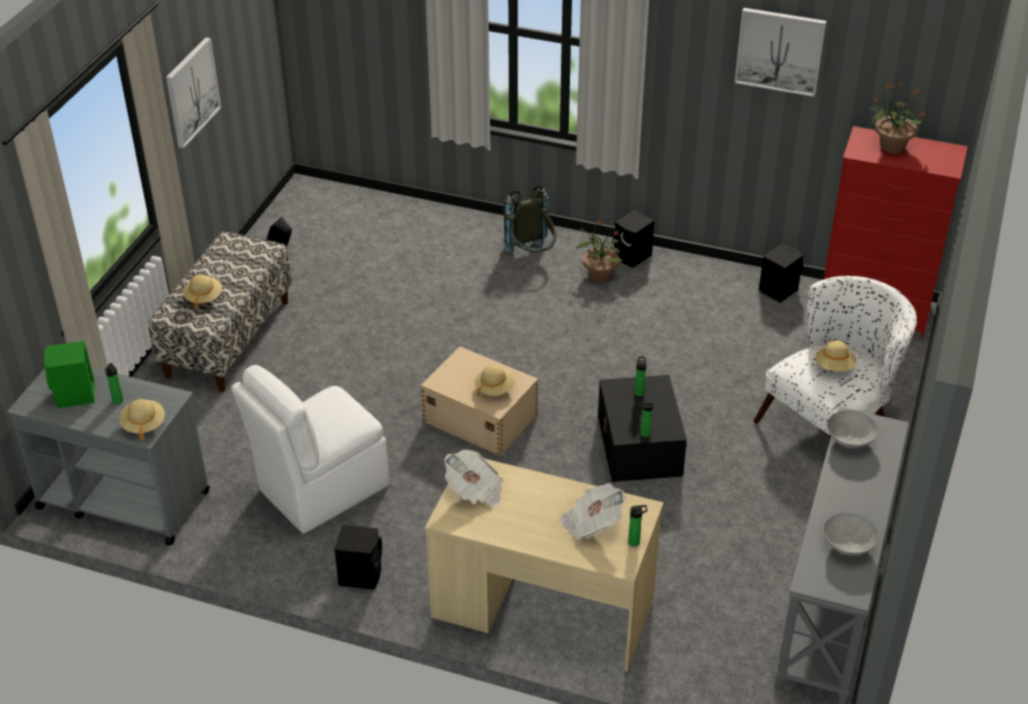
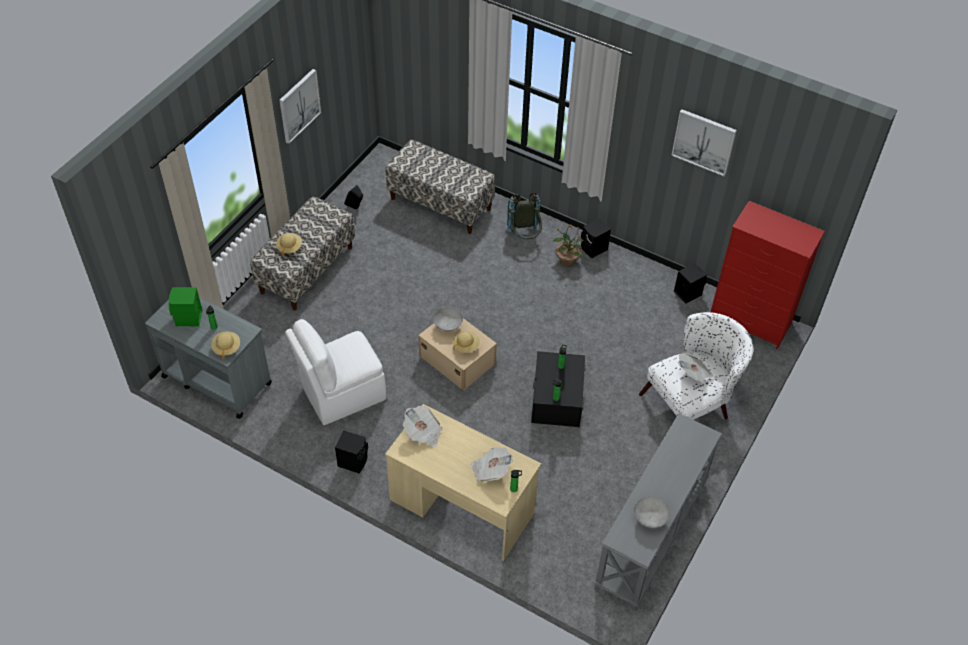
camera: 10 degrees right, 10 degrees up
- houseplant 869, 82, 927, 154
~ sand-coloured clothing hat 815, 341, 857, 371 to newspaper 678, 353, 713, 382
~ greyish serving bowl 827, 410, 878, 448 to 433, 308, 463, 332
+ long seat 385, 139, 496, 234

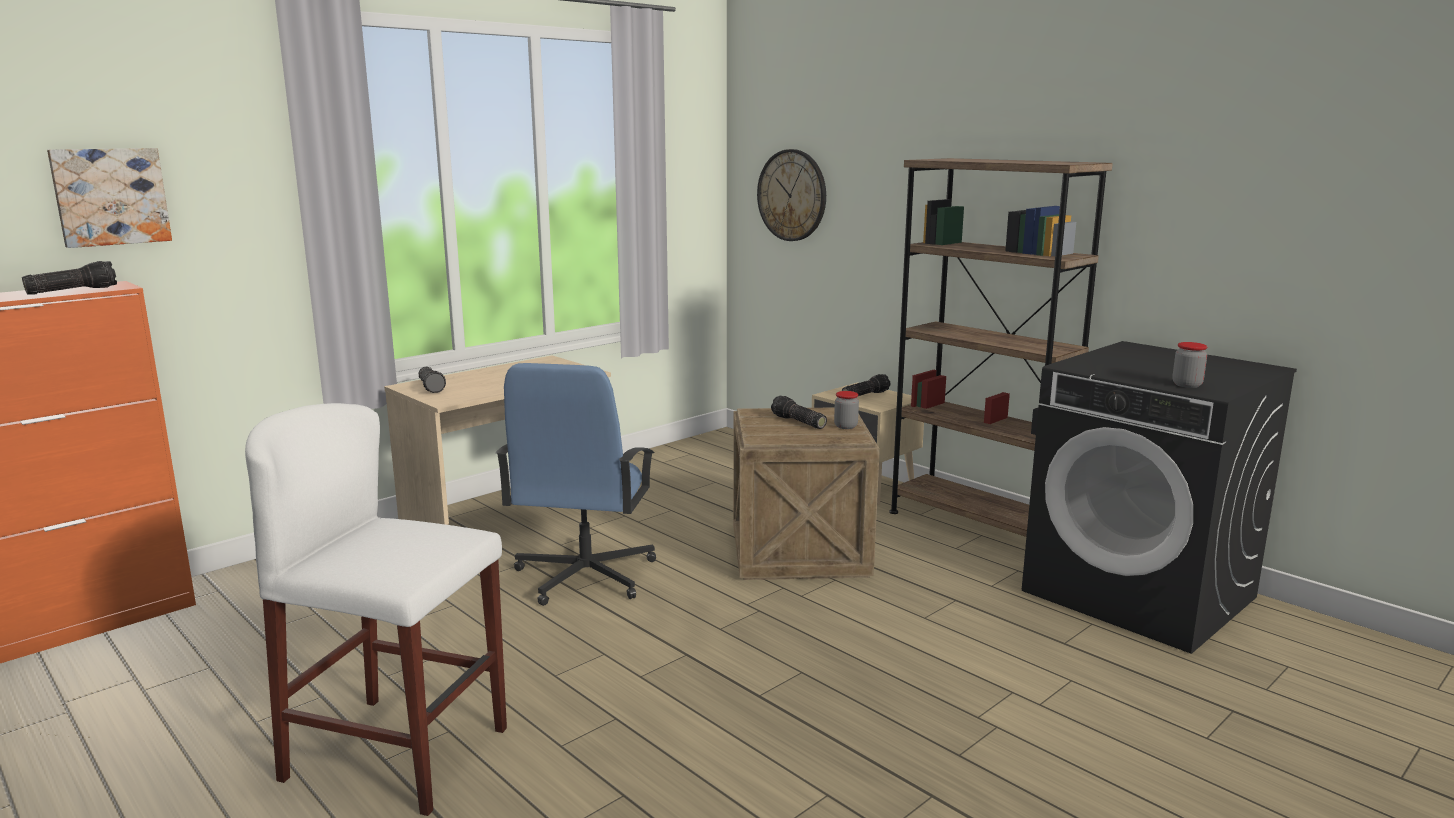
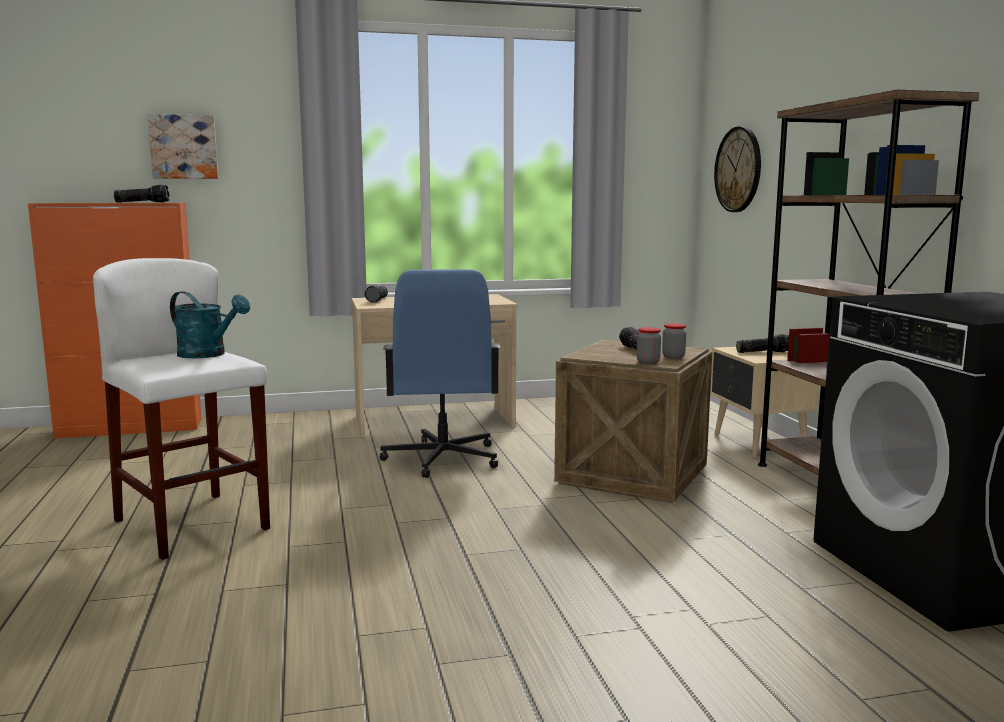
camera: 30 degrees right, 5 degrees down
~ preserve jar 1172, 342, 1207, 388 to 637, 327, 661, 364
~ blue-coloured office chair 495, 363, 656, 606 = 379, 269, 500, 478 45 degrees counterclockwise
+ turquoise watering can 170, 291, 250, 358

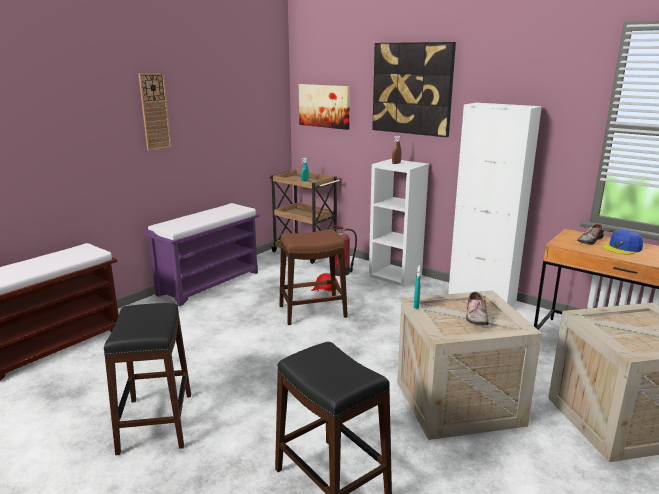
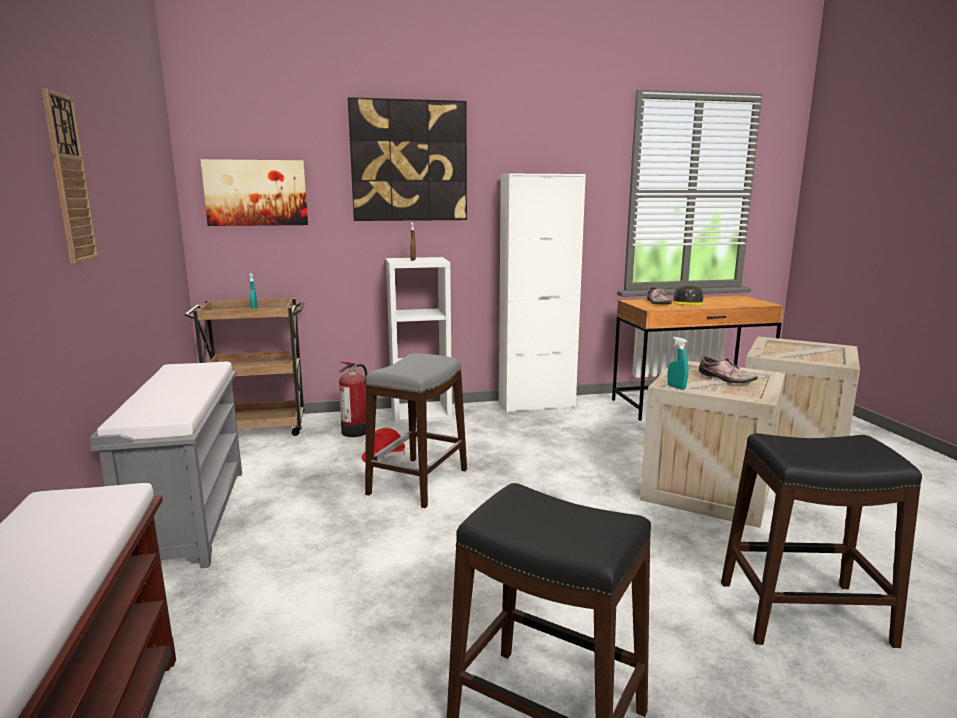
camera: 50 degrees left, 5 degrees down
~ purplish long seat 144, 203, 259, 306 to greyish long seat 89, 362, 242, 568
~ brown-coloured sitting stool 279, 229, 348, 325 to greyish sitting stool 365, 353, 467, 508
~ blue-coloured cap 603, 230, 643, 255 to greyish cap 673, 285, 704, 305

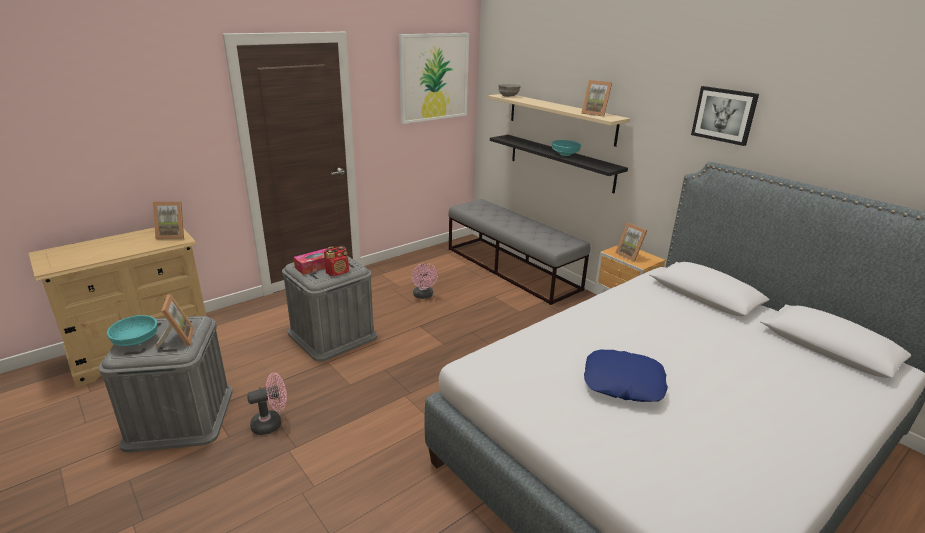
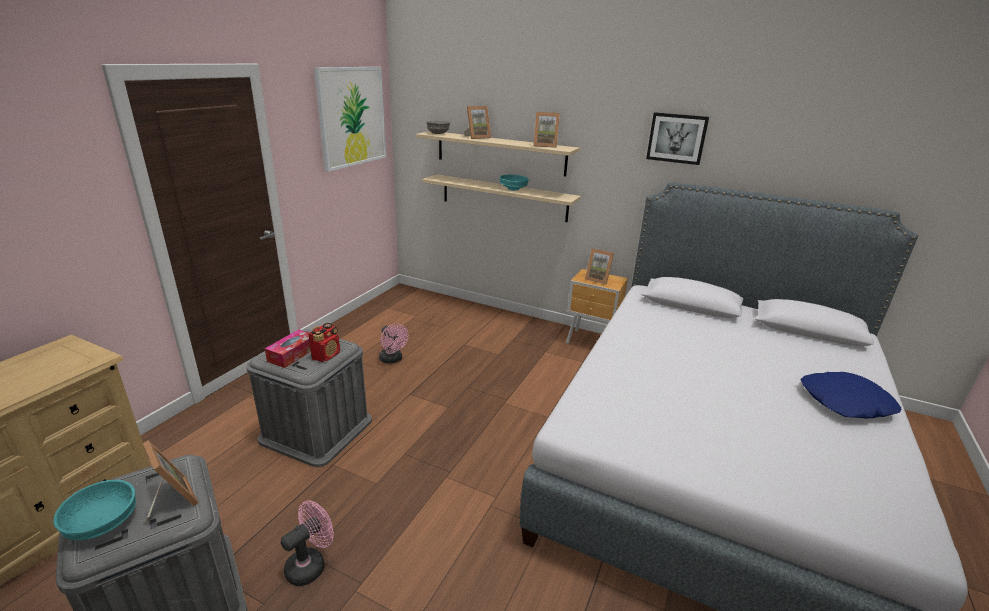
camera: 25 degrees left, 0 degrees up
~ black-coloured bracket shelf 490, 135, 628, 194 to sand-coloured bracket shelf 422, 174, 581, 222
- greyish long seat 448, 199, 590, 305
~ picture frame 153, 202, 184, 239 to 464, 106, 491, 139
~ blue-coloured cushion 584, 350, 668, 402 to 801, 372, 901, 419

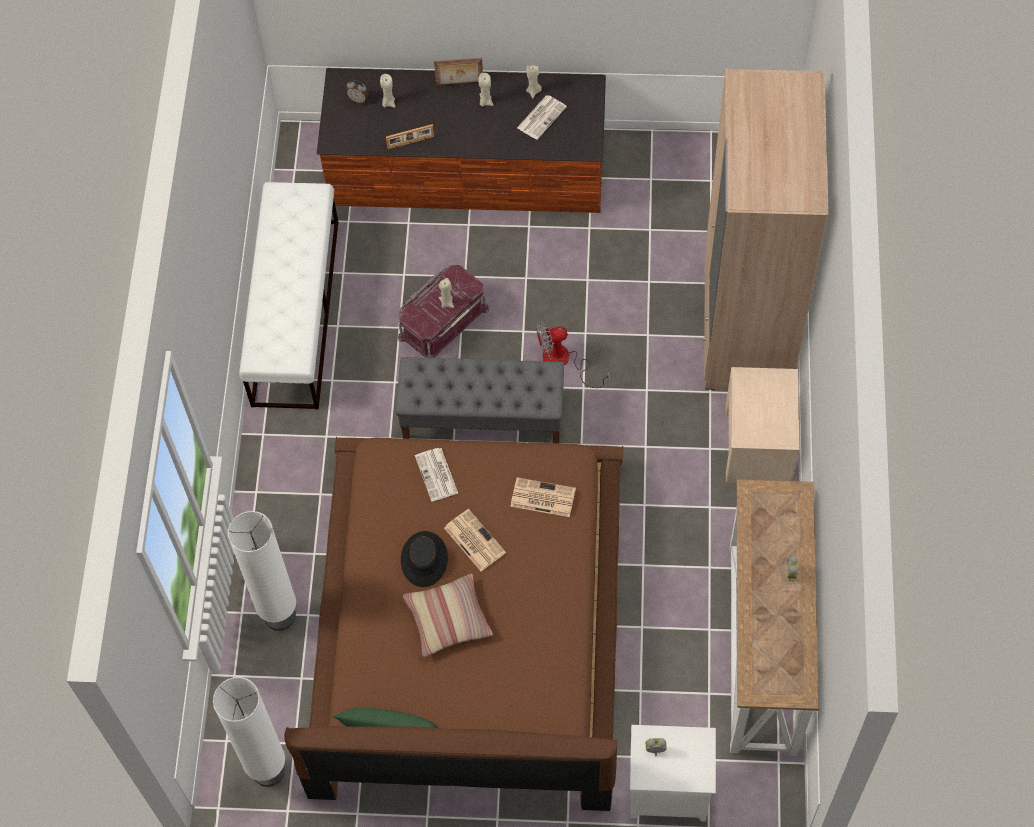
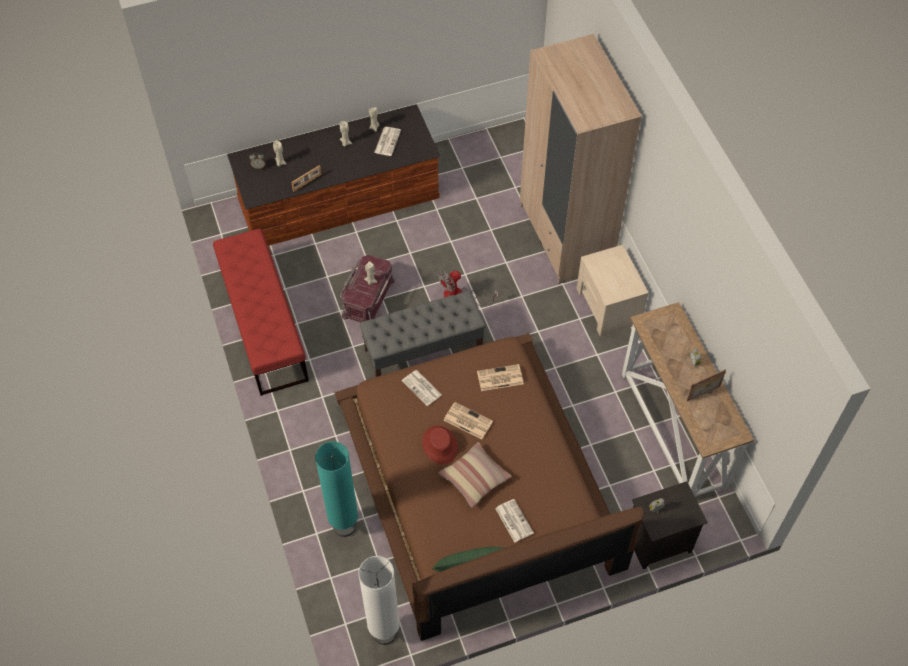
camera: 25 degrees left, 5 degrees down
~ picture frame 434, 58, 483, 86 to 687, 369, 726, 401
~ whitish long seat 239, 182, 338, 409 to red long seat 213, 228, 309, 396
~ whitish standard lamp 228, 511, 296, 631 to turquoise standard lamp 315, 441, 358, 537
~ black-coloured clothing hat 401, 531, 448, 587 to red clothing hat 422, 426, 458, 464
~ whitish bedside table 630, 725, 716, 821 to black-coloured bedside table 632, 481, 708, 569
+ newspaper 495, 499, 534, 543

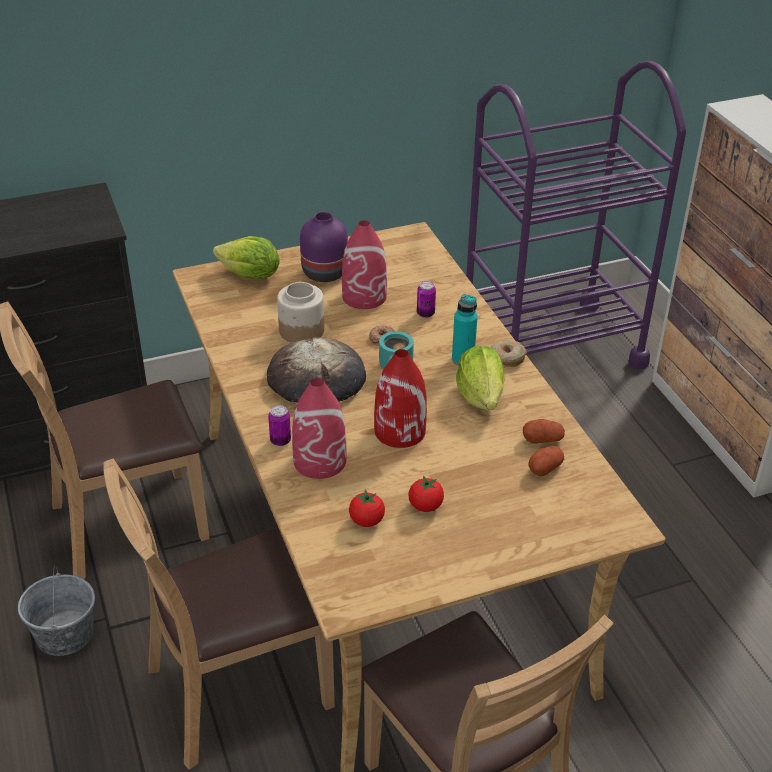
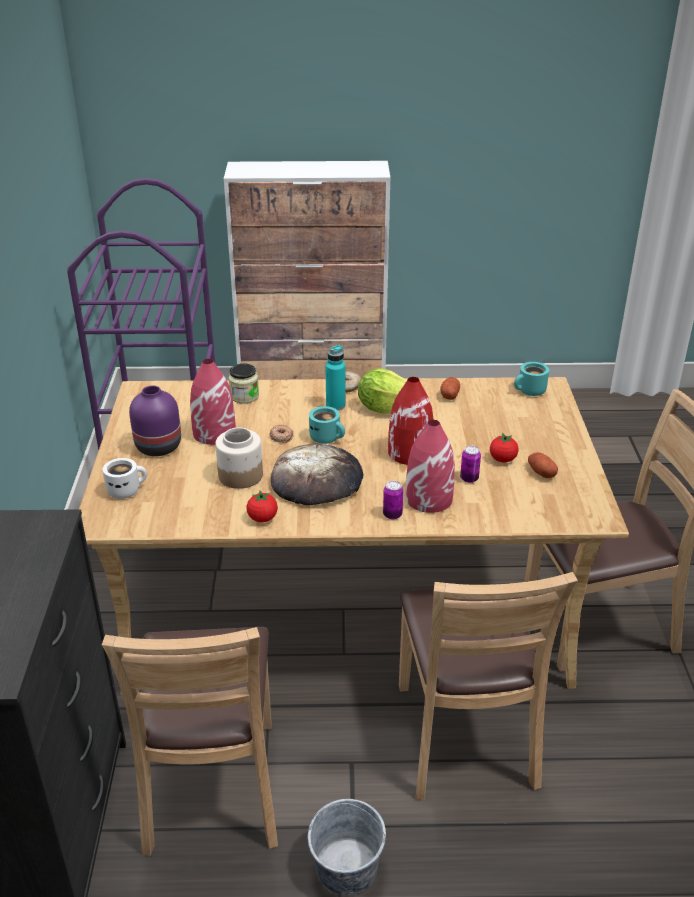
camera: 70 degrees left, 5 degrees down
~ lettuce head 213, 236, 280, 279 to whitish coffee mug 103, 458, 147, 499
~ can 417, 281, 436, 318 to 460, 446, 481, 483
~ potato 528, 446, 564, 476 to 528, 452, 558, 478
~ tomato 349, 490, 385, 527 to 246, 491, 278, 522
+ turquoise coffee mug 514, 362, 549, 396
+ preserve jar 228, 363, 259, 404

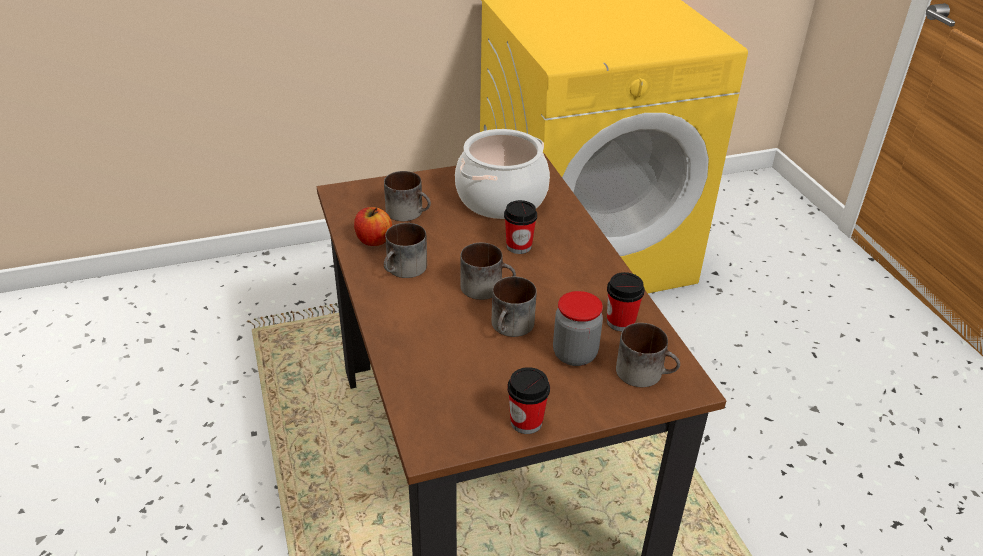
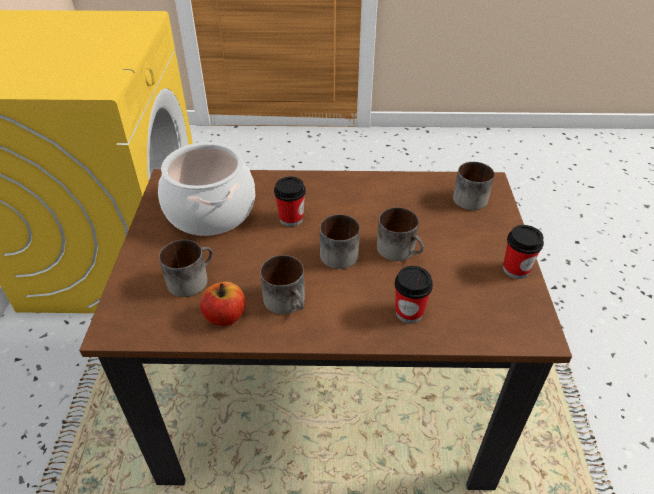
camera: 70 degrees left, 5 degrees up
~ cup 607, 272, 645, 331 to 395, 266, 433, 323
- preserve jar 553, 291, 603, 366

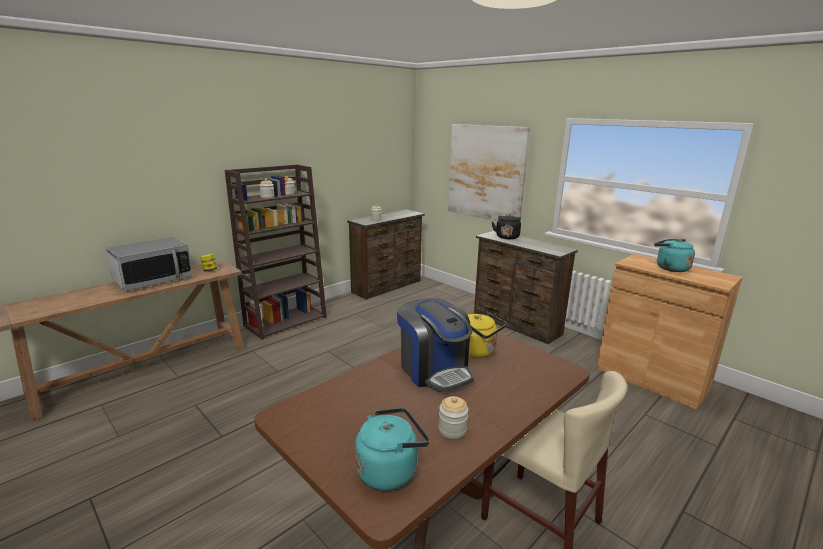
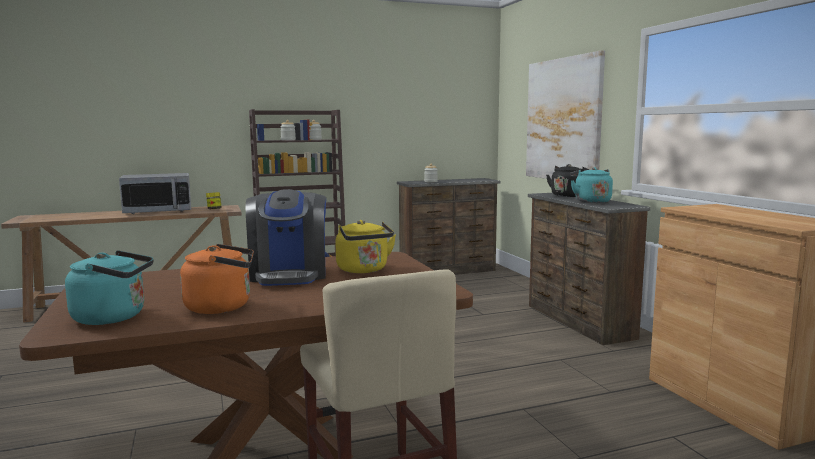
camera: 25 degrees right, 10 degrees down
~ turquoise water kettle 654, 239, 695, 272 to 570, 167, 613, 203
~ preserve jar 439, 396, 468, 439 to orange-coloured water kettle 180, 244, 254, 314

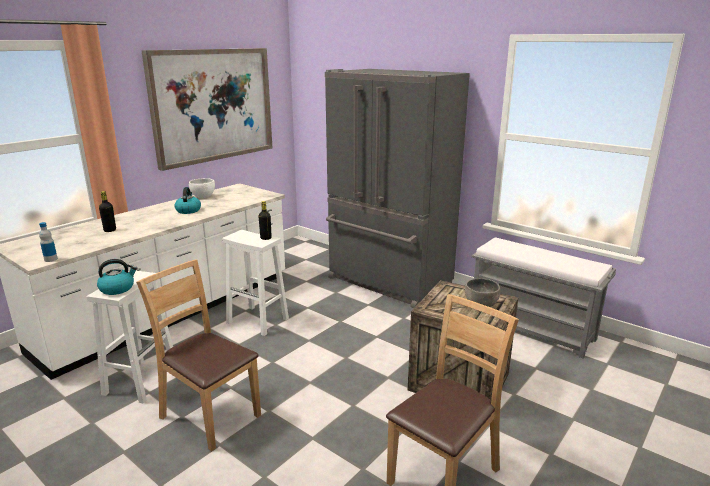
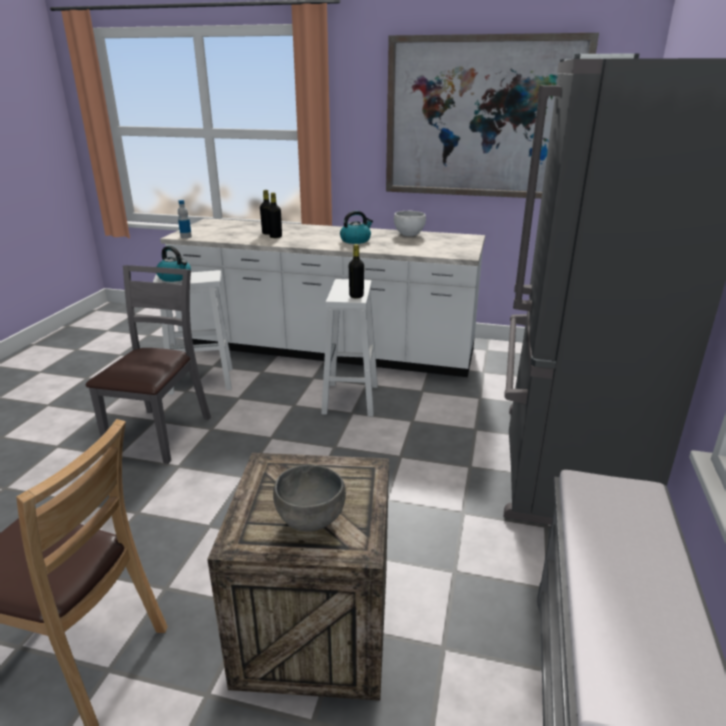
camera: 65 degrees right, 5 degrees up
~ brown-coloured plain chair 136, 259, 261, 451 to greyish plain chair 86, 265, 211, 464
+ black-coloured drink bottle 267, 192, 282, 238

